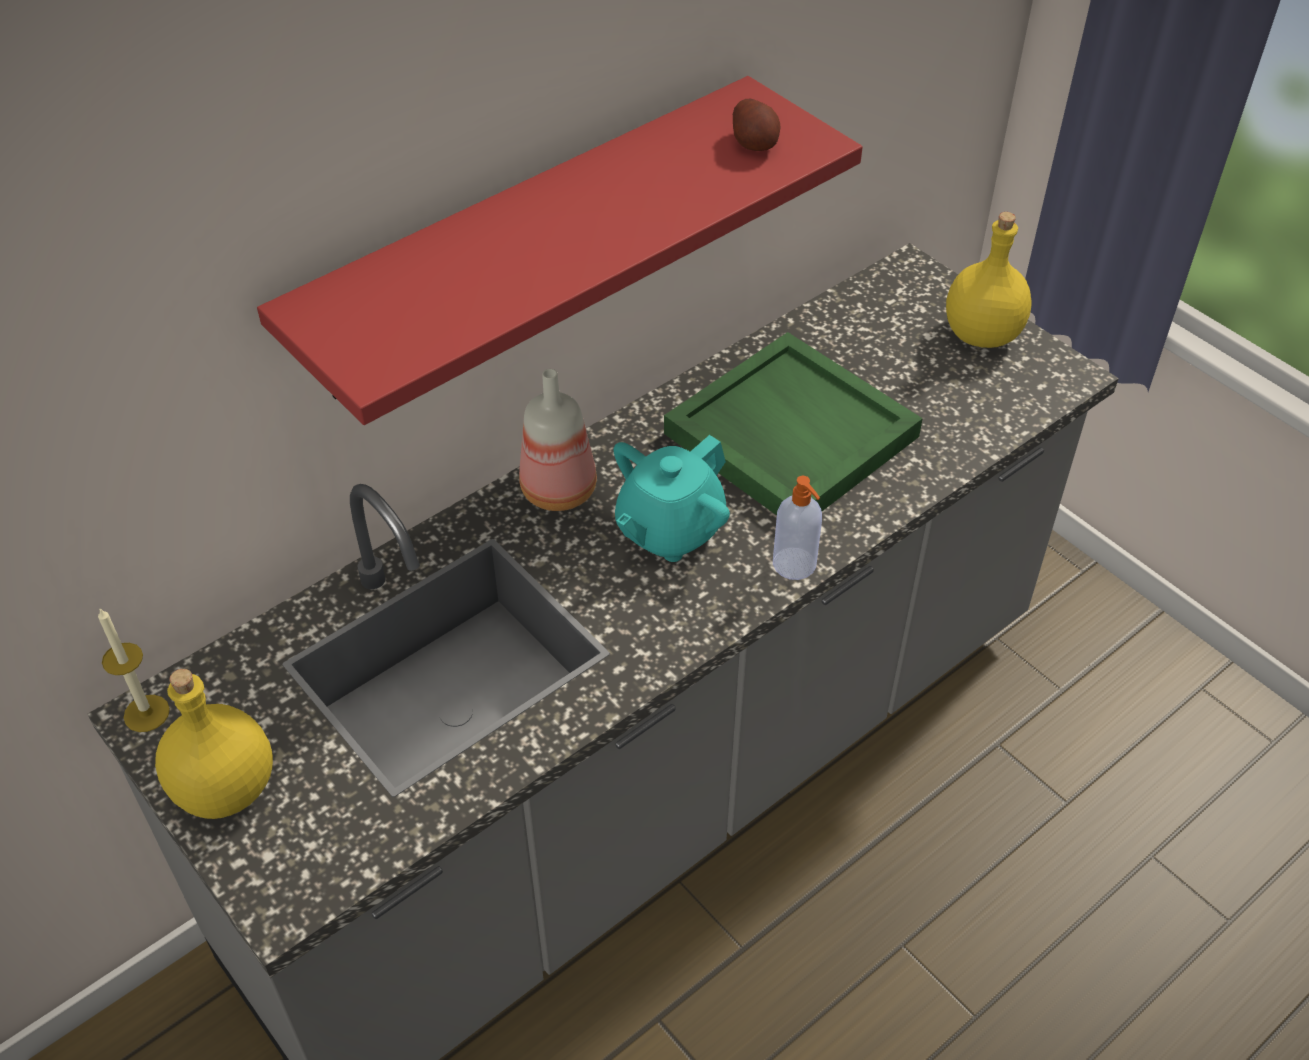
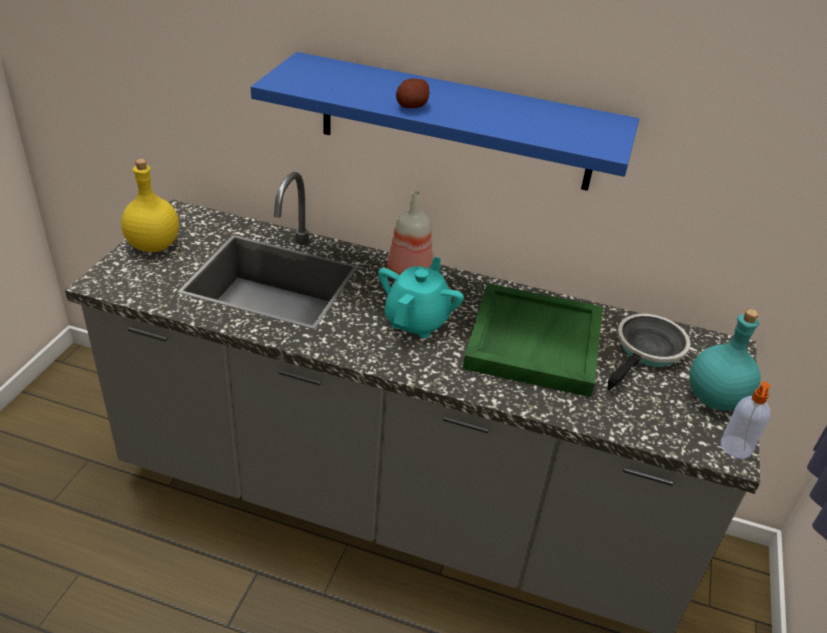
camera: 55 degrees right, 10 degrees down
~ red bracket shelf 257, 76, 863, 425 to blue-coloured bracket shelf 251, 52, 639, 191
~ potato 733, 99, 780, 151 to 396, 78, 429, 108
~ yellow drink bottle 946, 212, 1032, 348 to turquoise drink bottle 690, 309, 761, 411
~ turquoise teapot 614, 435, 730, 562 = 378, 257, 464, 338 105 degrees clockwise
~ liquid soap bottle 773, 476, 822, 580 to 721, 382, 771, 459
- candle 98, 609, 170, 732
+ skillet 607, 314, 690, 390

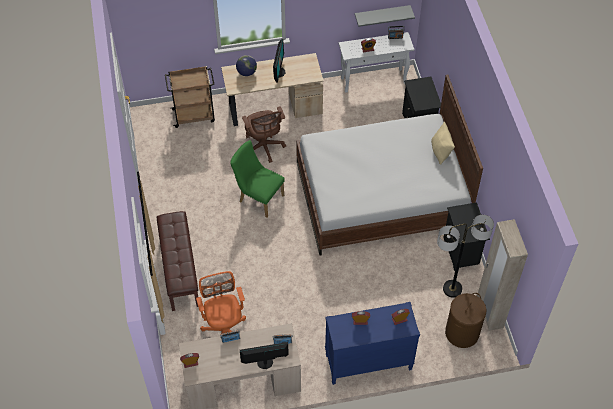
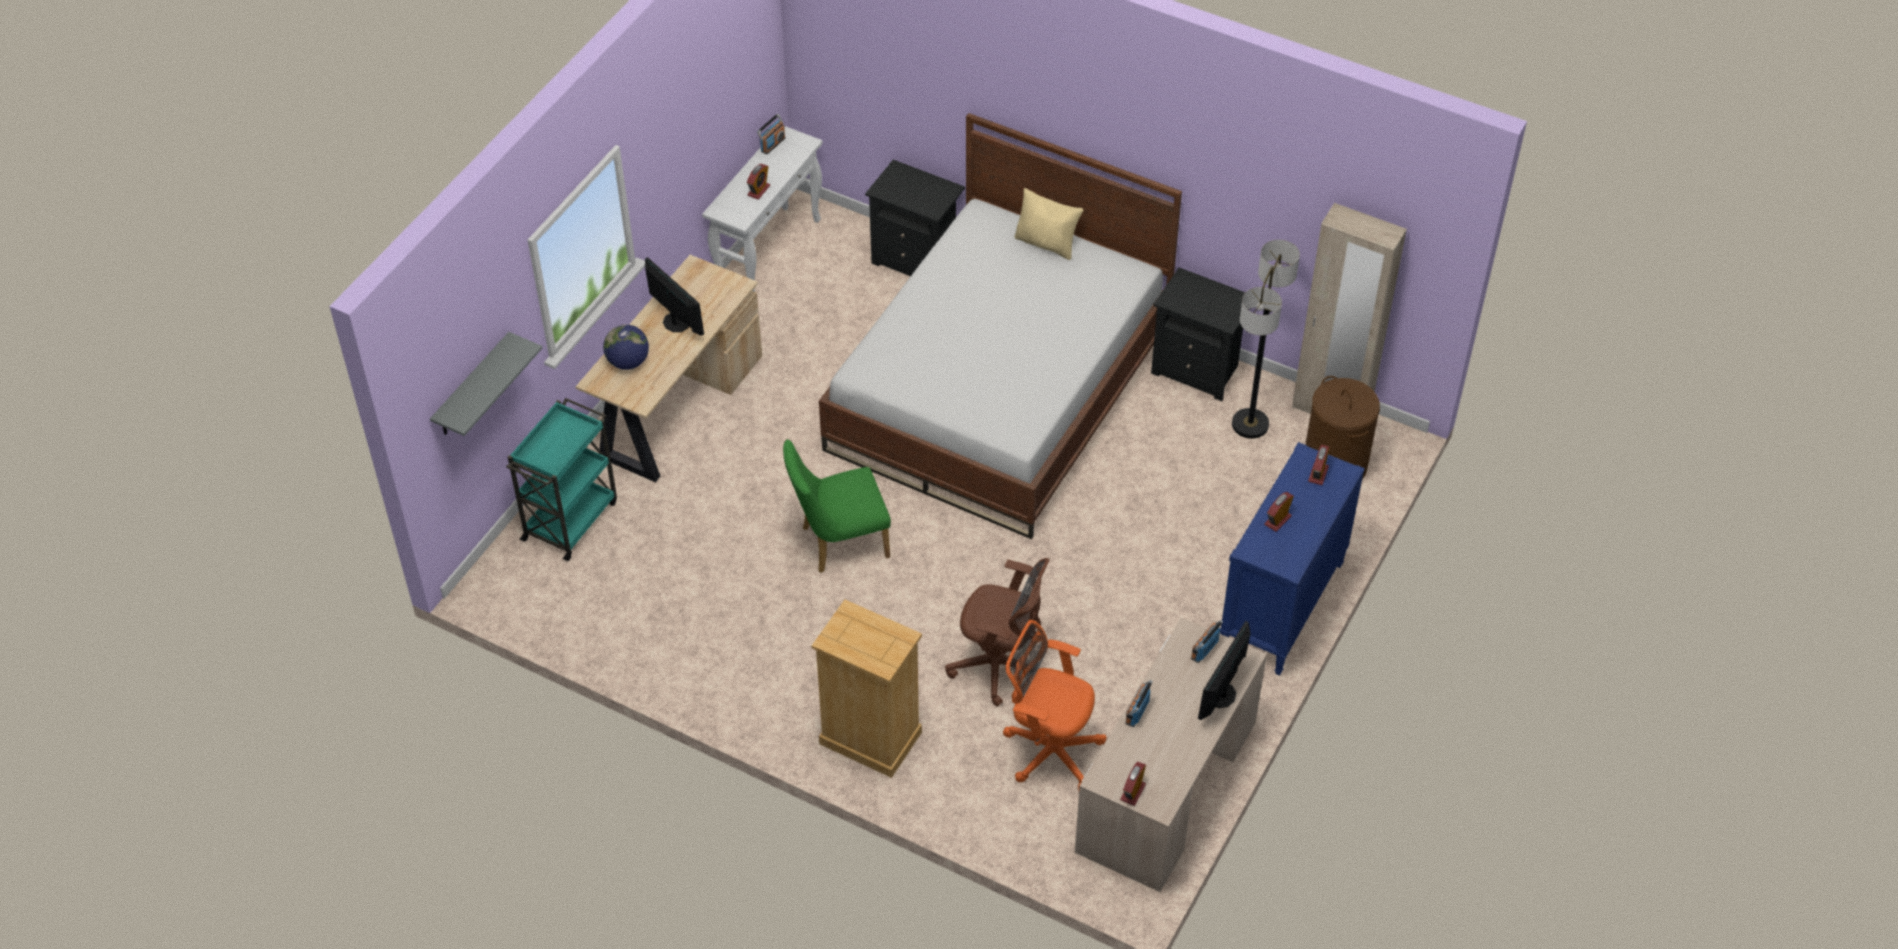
camera: 50 degrees left, 5 degrees down
~ greyish bracket shelf 355, 5, 415, 27 to 430, 332, 542, 436
~ brown-coloured cart 165, 66, 215, 128 to turquoise cart 506, 398, 617, 561
~ brown-coloured office chair 242, 106, 286, 163 to 945, 558, 1049, 707
~ brown-coloured long seat 157, 211, 198, 311 to sand-coloured dresser 812, 600, 922, 778

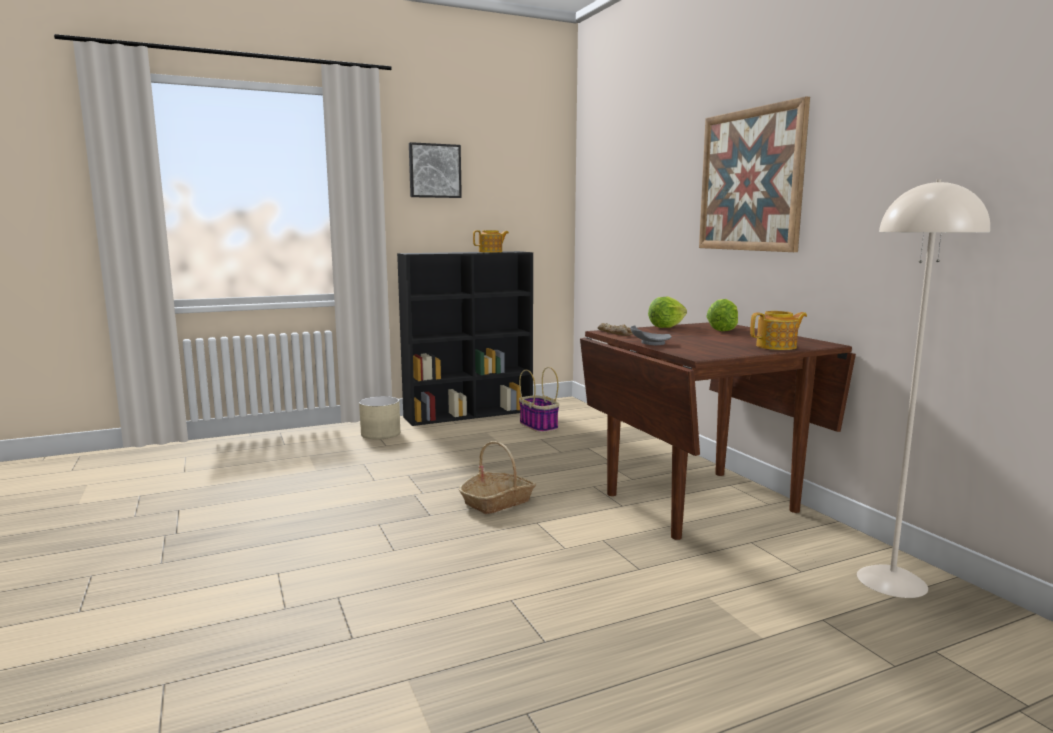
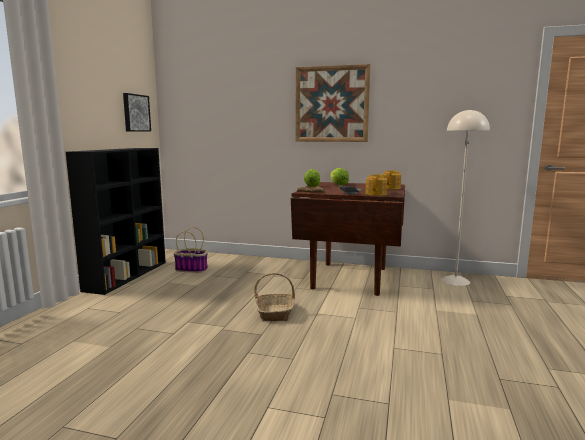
camera: 50 degrees left, 0 degrees up
~ wall picture 409, 142, 462, 198 to 123, 93, 151, 132
~ teapot 473, 230, 509, 253 to 365, 174, 387, 196
- sand-coloured planter 359, 396, 400, 439

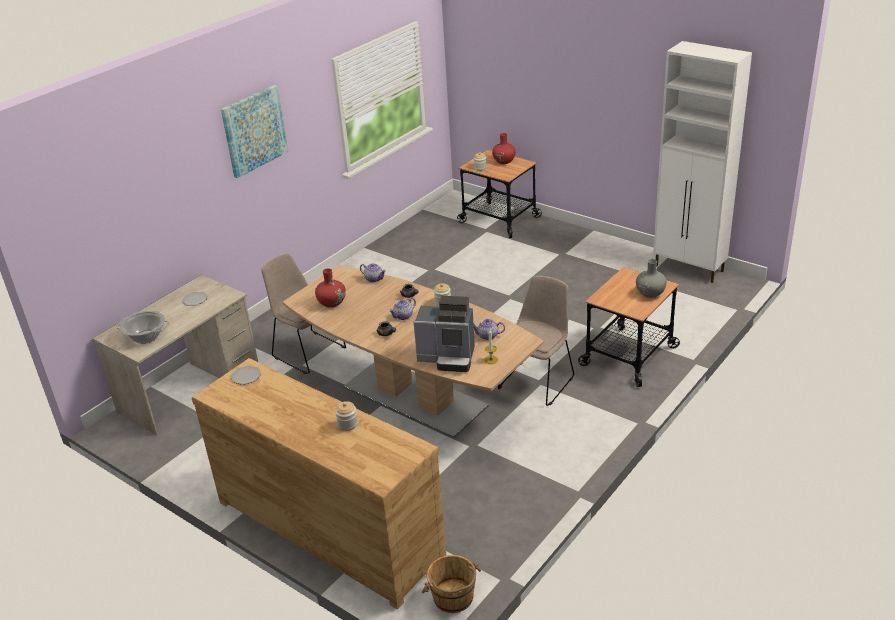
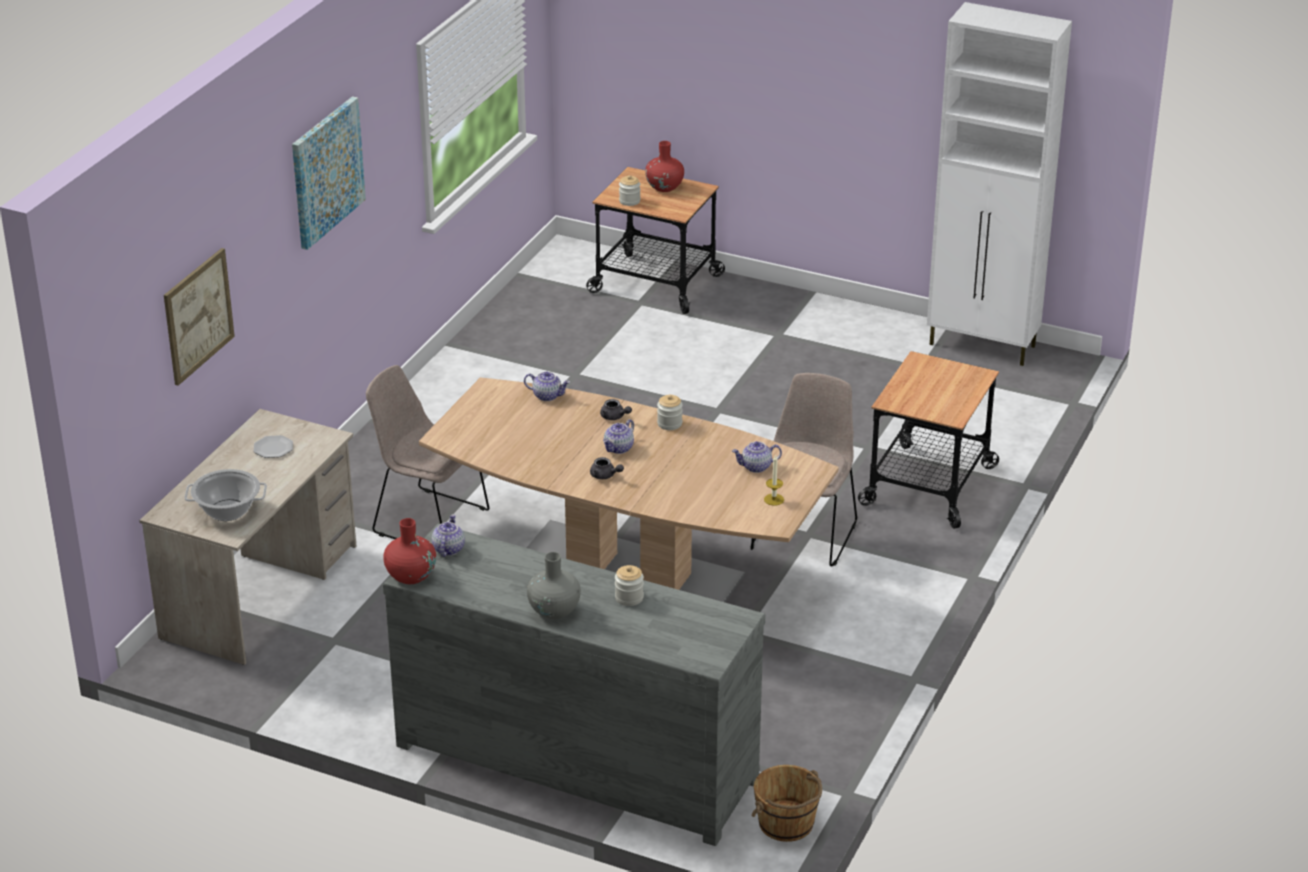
camera: 15 degrees left, 0 degrees up
~ greyish flower vase 636, 259, 667, 298 to 527, 552, 581, 619
~ red flower vase 315, 268, 346, 308 to 383, 518, 436, 584
- coffee machine 414, 296, 475, 372
~ brown-coloured dresser 192, 358, 446, 609 to greyish dresser 383, 524, 765, 846
~ flat dish 231, 365, 261, 385 to teapot 432, 514, 465, 557
+ wall picture 164, 248, 235, 386

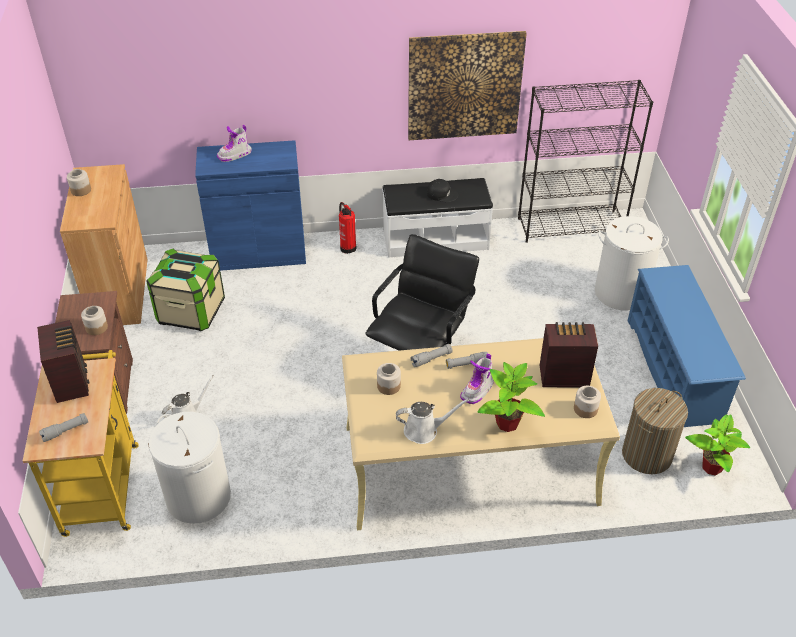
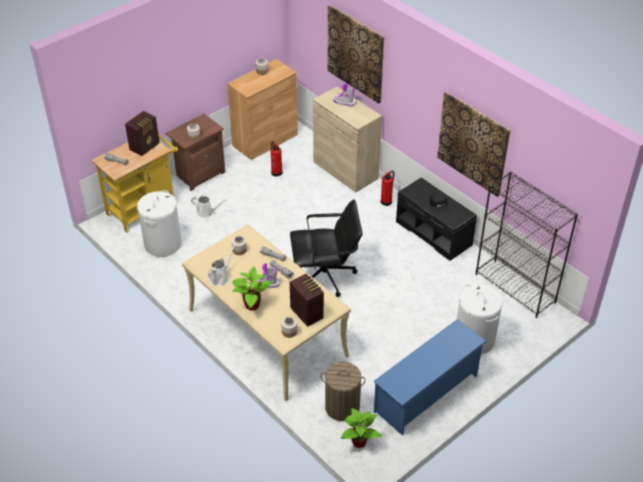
camera: 55 degrees right, 0 degrees up
~ blue-coloured storage cabinet 195, 140, 306, 271 to sand-coloured storage cabinet 313, 87, 382, 193
~ whitish long seat 382, 178, 493, 258 to black-coloured long seat 396, 177, 477, 261
~ storage bin 146, 249, 225, 331 to extinguisher 271, 141, 282, 177
~ whitish watering can 396, 399, 470, 444 = 208, 244, 235, 286 105 degrees counterclockwise
+ wall picture 328, 5, 384, 104

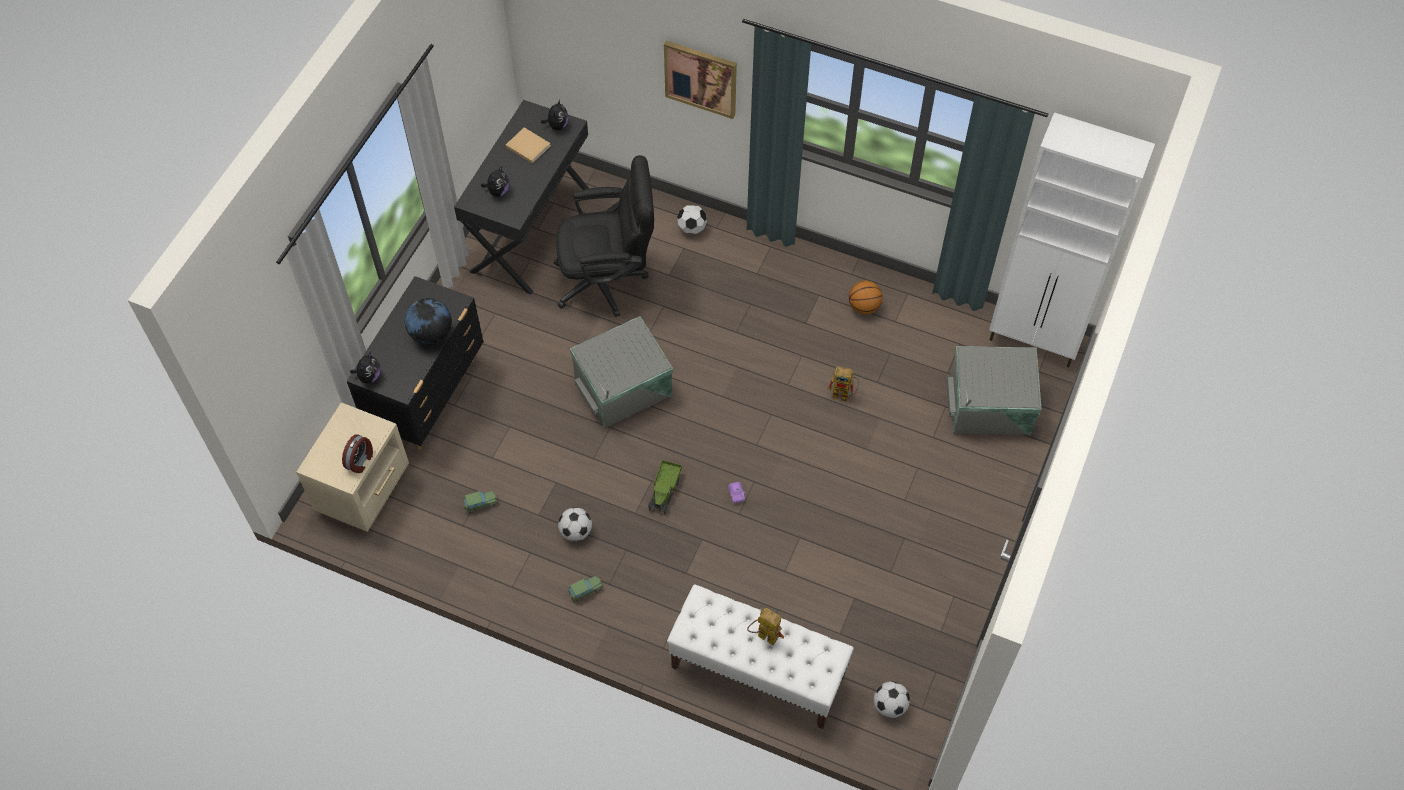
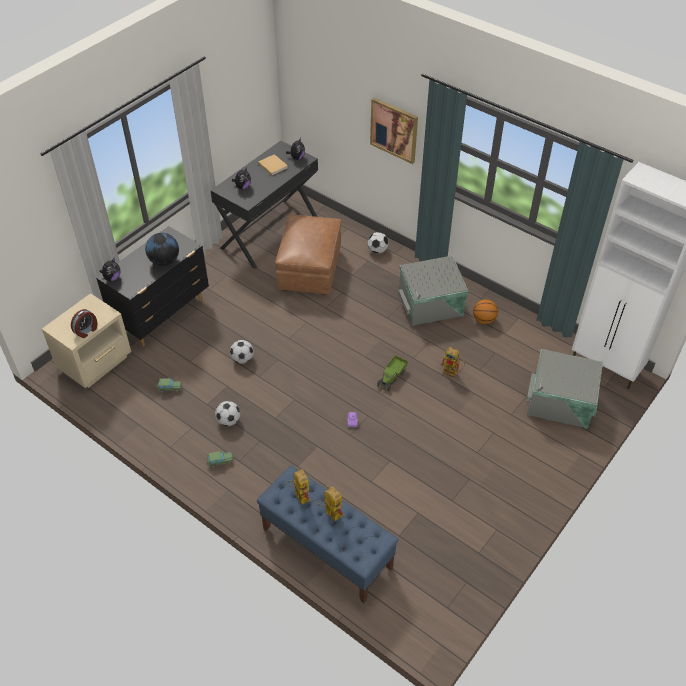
camera: 15 degrees right, 10 degrees down
~ black-coloured office chair 554, 155, 654, 317 to brown-coloured pouffe 275, 214, 341, 295
~ greyish storage bin 570, 316, 673, 429 to 398, 256, 468, 327
~ toy truck 648, 460, 682, 515 to 377, 355, 408, 391
~ whitish long seat 667, 584, 854, 729 to blue-coloured long seat 257, 466, 399, 603
~ football 874, 681, 910, 718 to 230, 340, 254, 364
+ model robot 287, 468, 310, 505

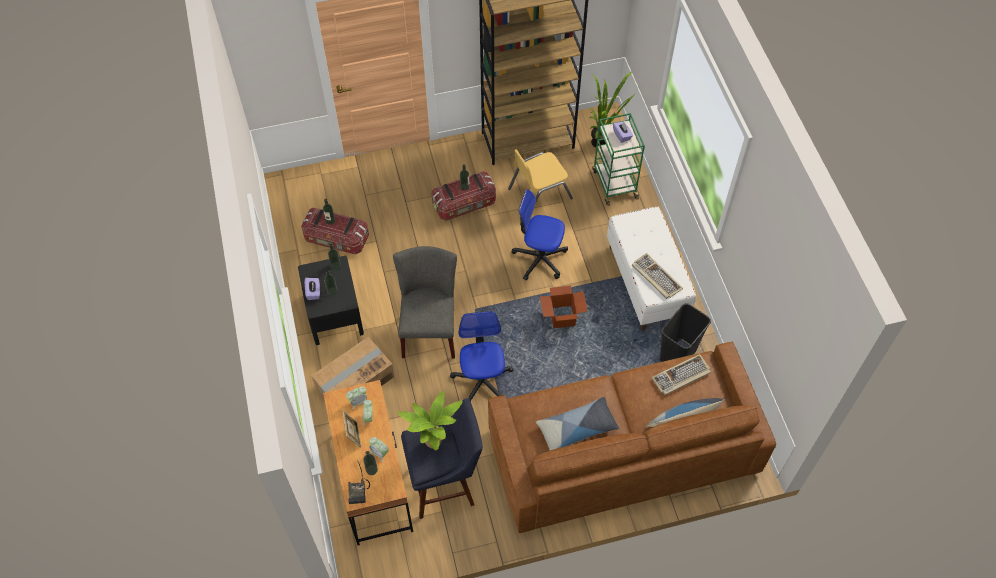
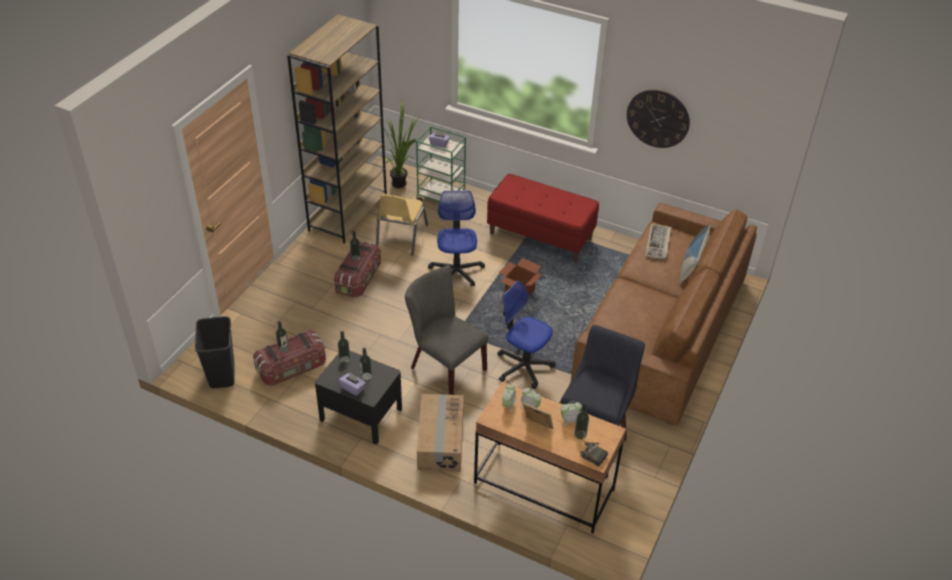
camera: 50 degrees left, 15 degrees down
~ office chair 511, 189, 568, 281 = 428, 190, 485, 286 120 degrees clockwise
~ whitish long seat 607, 207, 696, 331 to red long seat 487, 174, 599, 262
- computer keyboard 632, 253, 683, 299
~ black-coloured rubbish bin 660, 303, 711, 362 to 195, 316, 235, 388
- houseplant 397, 391, 463, 450
- cushion 536, 397, 619, 451
+ wall clock 627, 89, 690, 148

